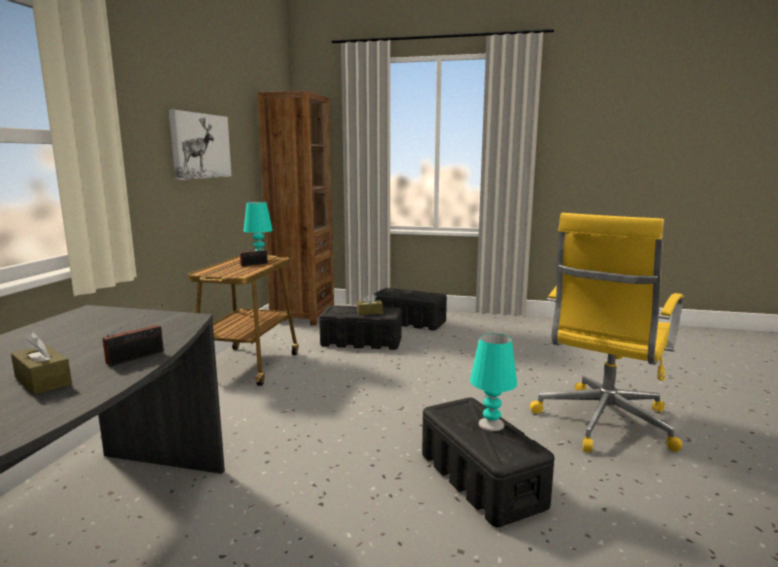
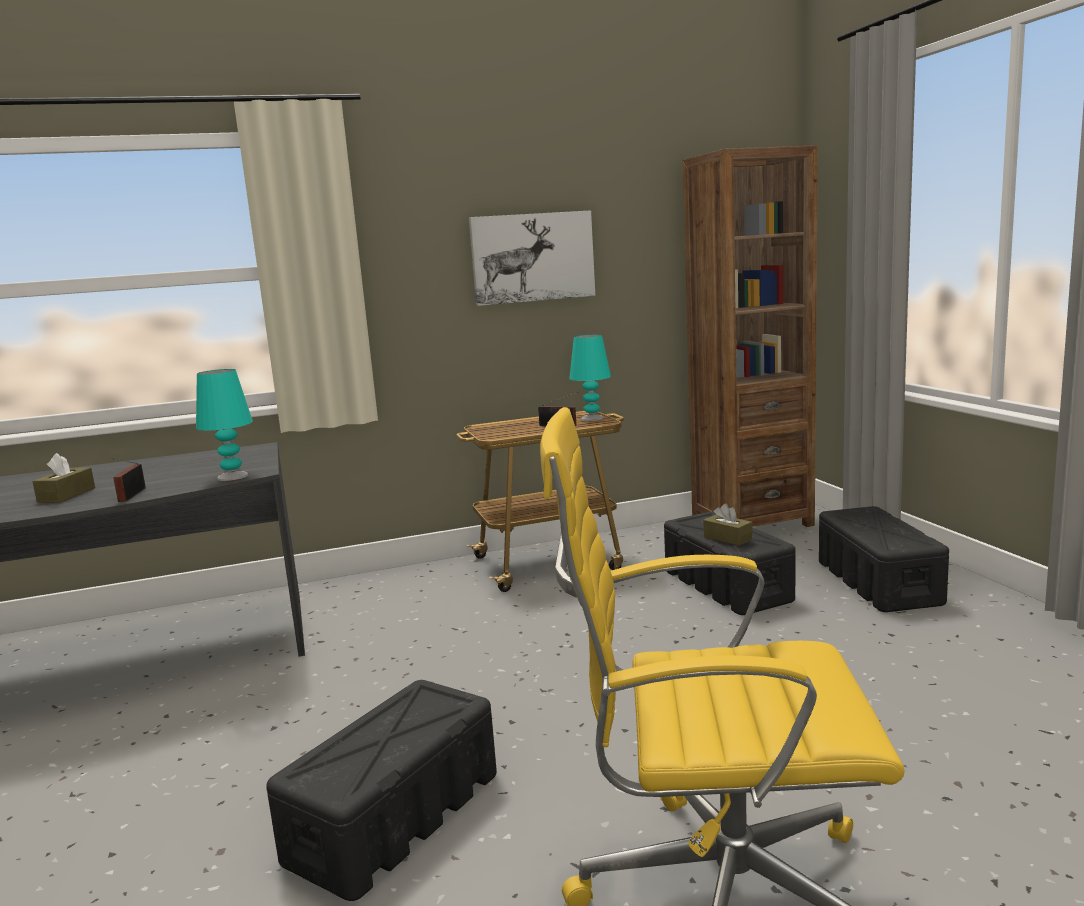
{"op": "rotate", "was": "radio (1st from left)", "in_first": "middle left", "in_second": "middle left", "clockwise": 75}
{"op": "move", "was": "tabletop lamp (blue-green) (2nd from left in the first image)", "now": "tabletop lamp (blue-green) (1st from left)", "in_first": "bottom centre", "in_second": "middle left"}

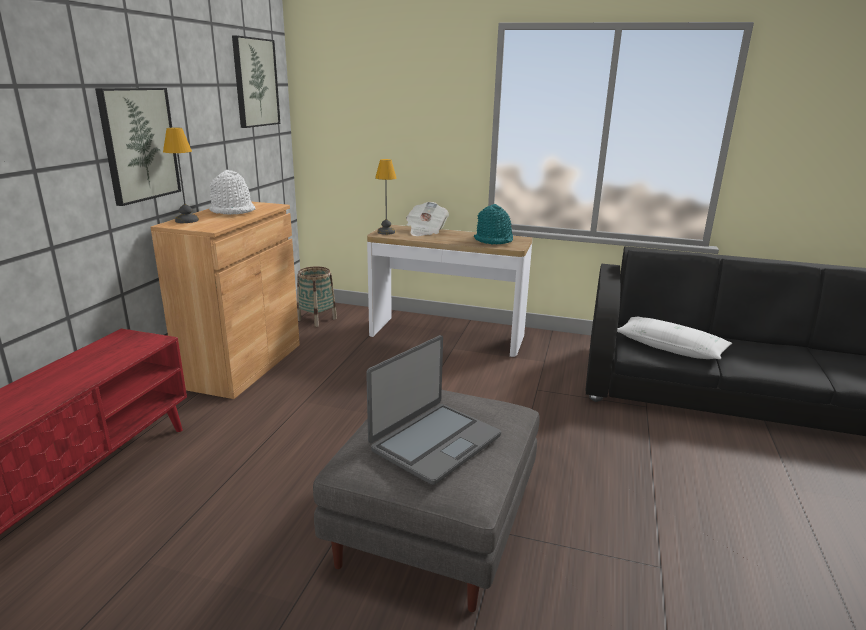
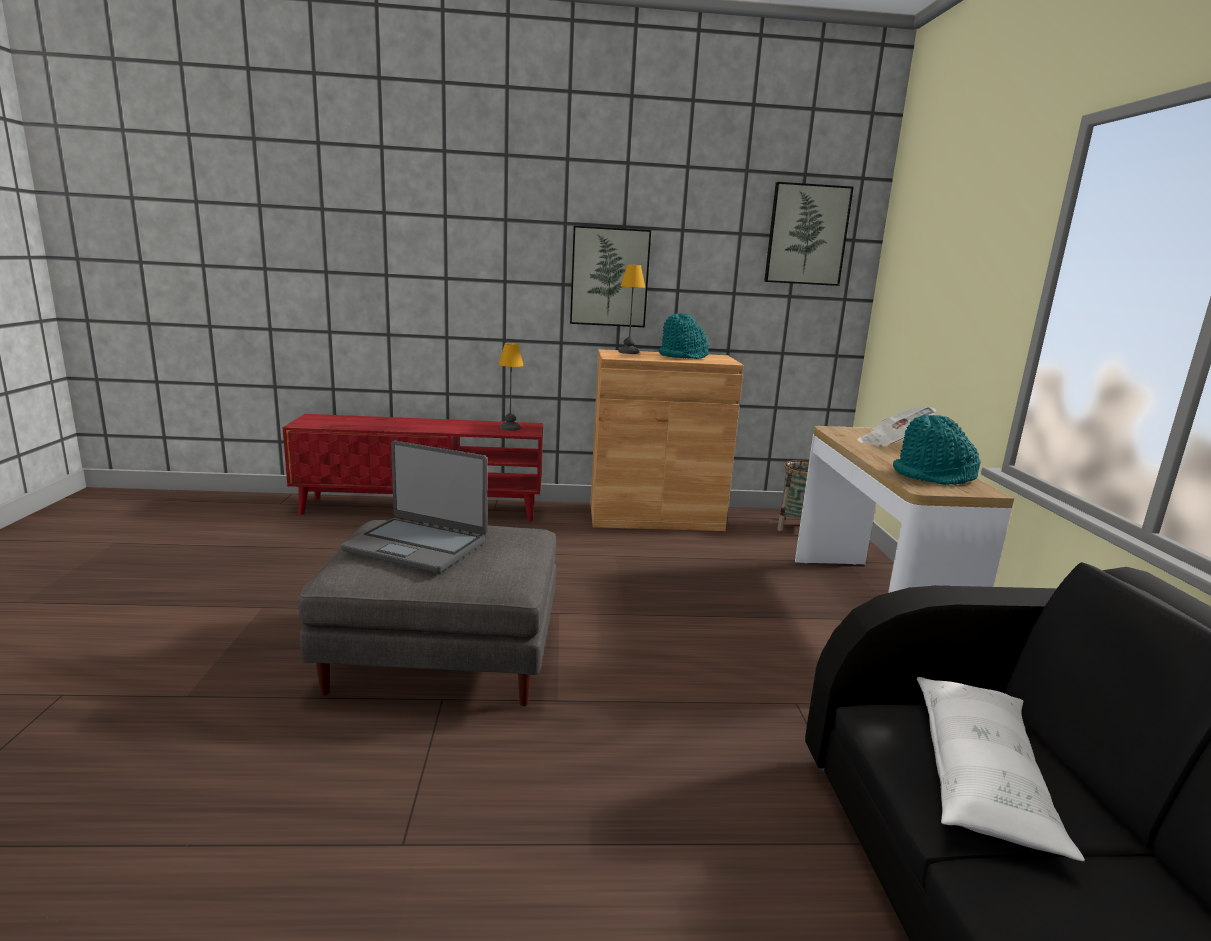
{"op": "move", "was": "tabletop lamp (2nd from left in the first image)", "now": "tabletop lamp (1st from left)", "in_first": "top centre", "in_second": "centre"}
{"op": "recolor", "was": "hat (white-coloured)", "now": "hat (blue-green) (1st from left)", "in_first": "top left", "in_second": "centre"}

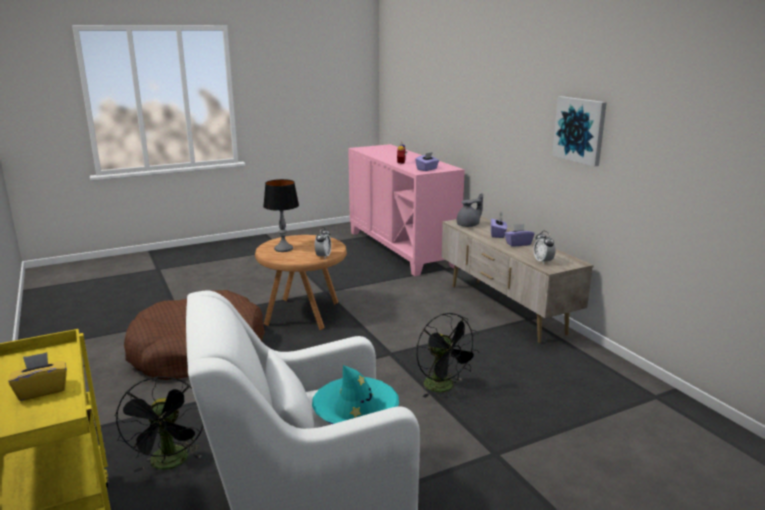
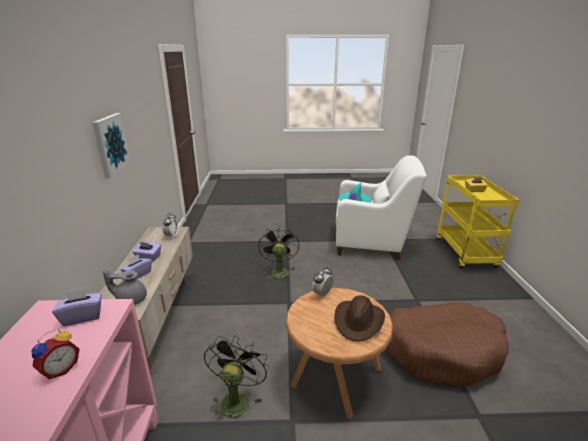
{"op": "move", "was": "cooling fan (black-coloured) (1st from left)", "in_first": "bottom left", "in_second": "bottom centre"}
{"op": "replace", "was": "tabletop lamp", "now": "hat (brown-coloured)", "in_first": "centre", "in_second": "bottom centre"}

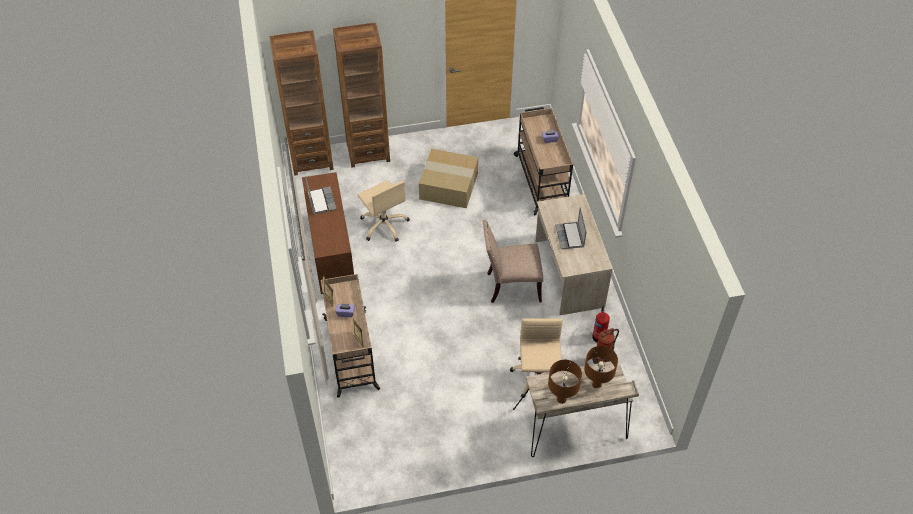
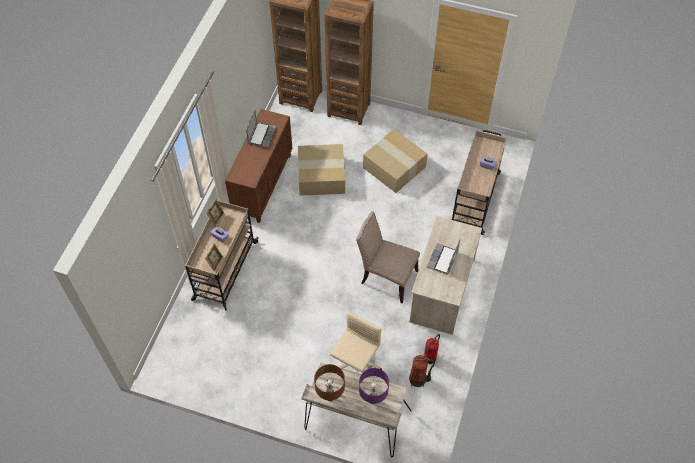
{"op": "replace", "was": "desk chair (beige) (1st from left)", "now": "carton (1st from left)", "in_first": "centre", "in_second": "centre"}
{"op": "recolor", "was": "tabletop lamp (brown-coloured) (2nd from left)", "now": "tabletop lamp (purple-coloured)", "in_first": "bottom centre", "in_second": "bottom centre"}

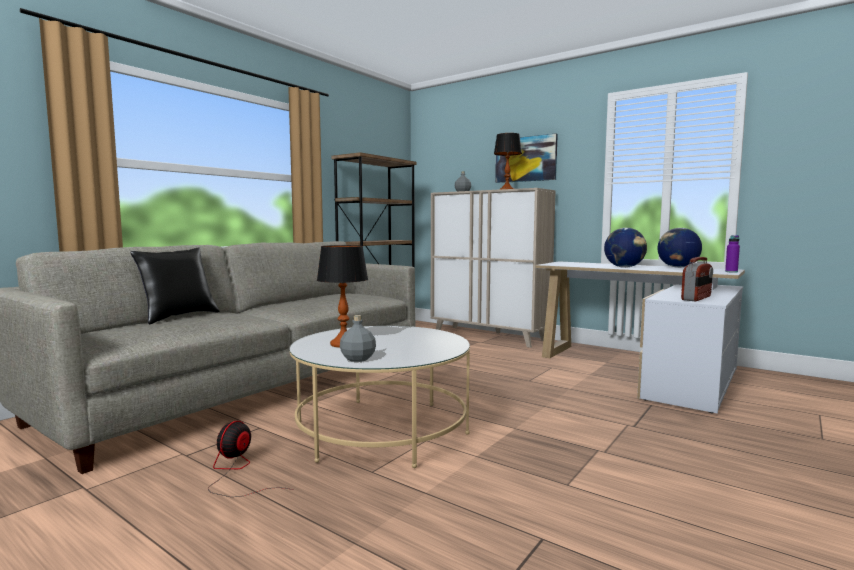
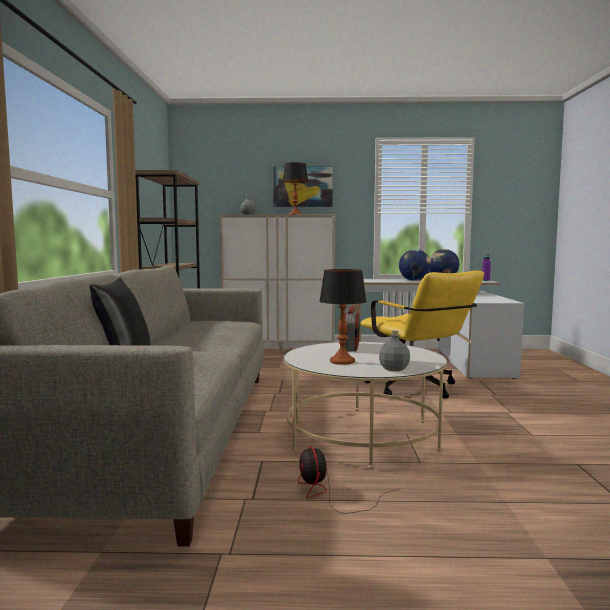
{"op": "move", "was": "radio", "in_first": "middle right", "in_second": "centre"}
{"op": "insert", "now": "desk chair (yellow-coloured)", "in_second": "middle right"}

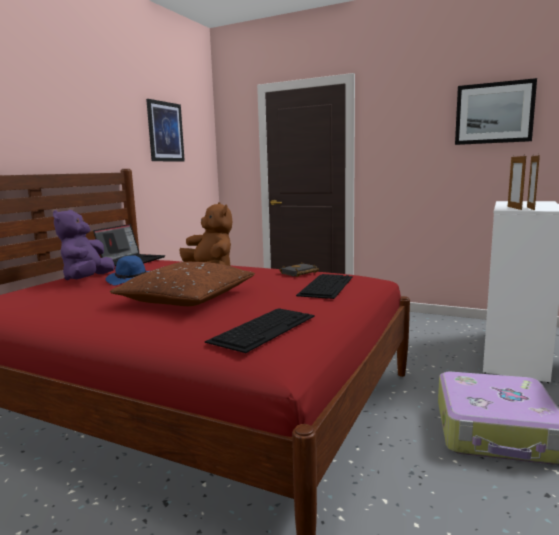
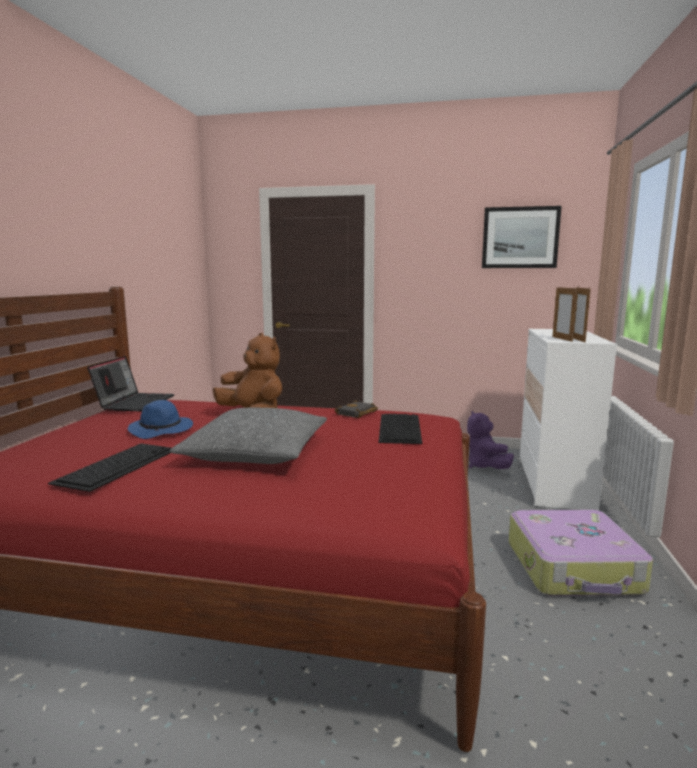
{"op": "move", "was": "computer keyboard (1st from left)", "in_first": "centre", "in_second": "middle left"}
{"op": "recolor", "was": "throw pillow (brown-coloured)", "now": "throw pillow (gray)", "in_first": "middle left", "in_second": "centre"}
{"op": "move", "was": "cuddly toy (purple-coloured)", "in_first": "middle left", "in_second": "middle right"}
{"op": "delete", "was": "picture (1st from left)", "in_first": "top left"}

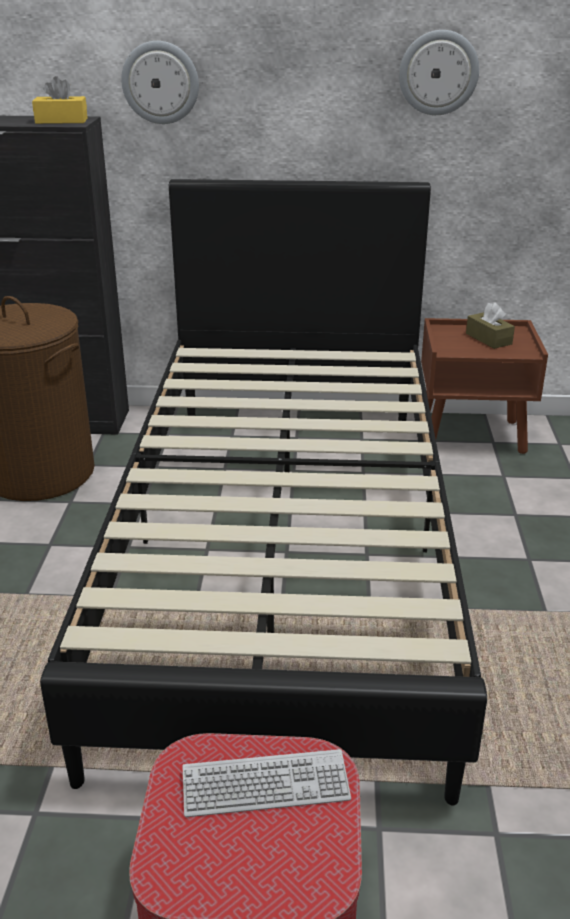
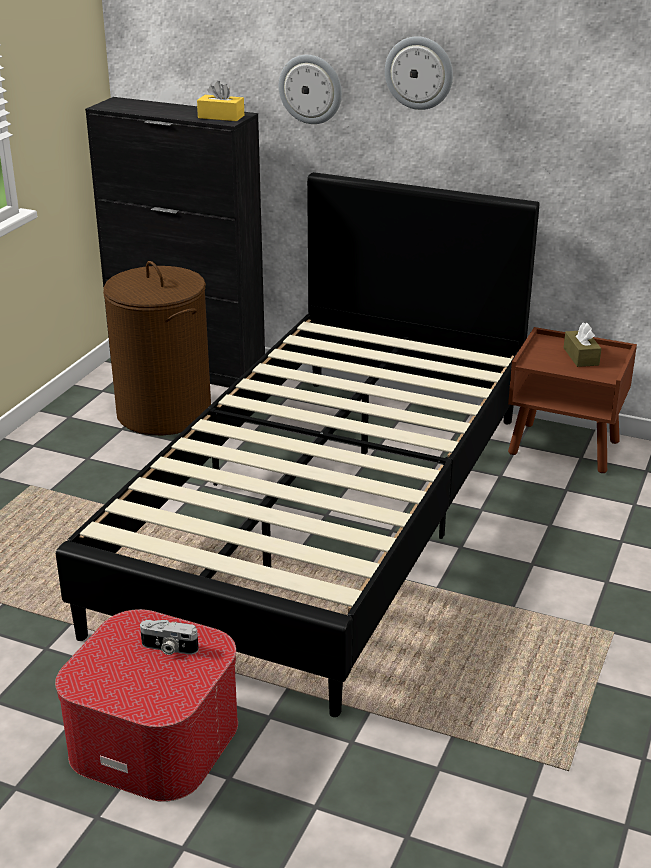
{"op": "replace", "was": "computer keyboard", "now": "photo camera", "in_first": "bottom centre", "in_second": "bottom left"}
{"op": "move", "was": "wall clock (2nd from left)", "in_first": "top right", "in_second": "top centre"}

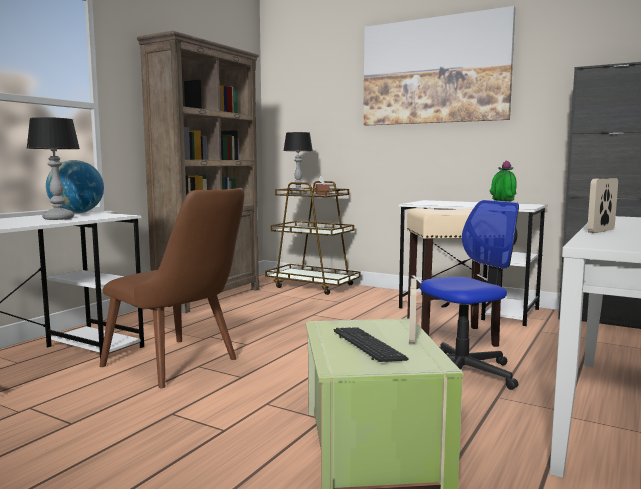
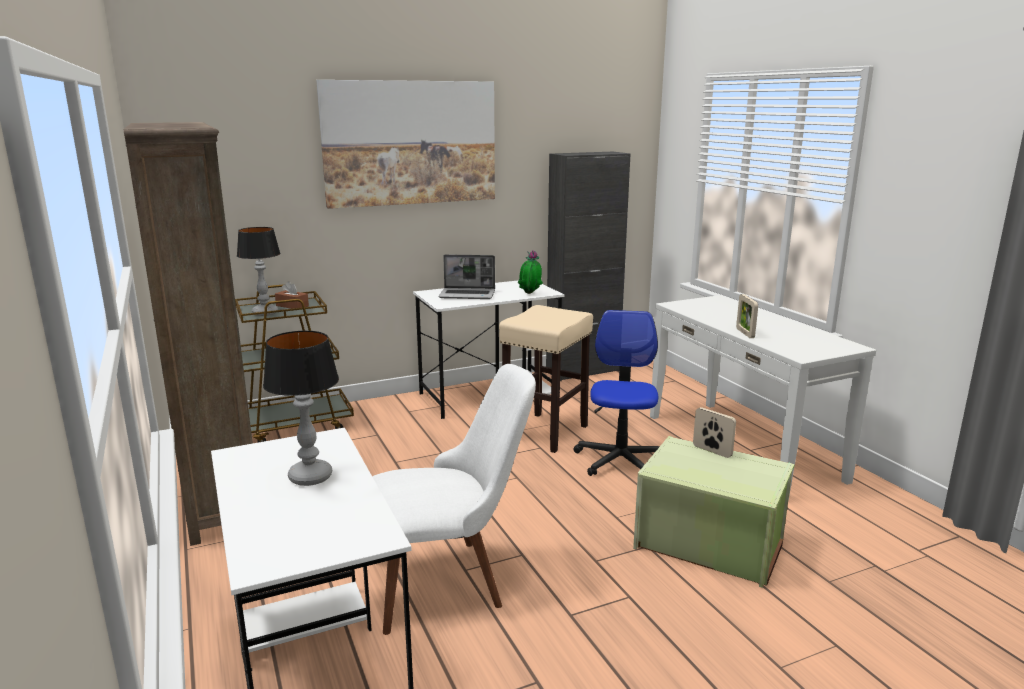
{"op": "recolor", "was": "plain chair (brown-coloured)", "now": "plain chair (white-coloured)", "in_first": "middle left", "in_second": "bottom centre"}
{"op": "insert", "now": "laptop", "in_second": "centre"}
{"op": "delete", "was": "globe", "in_first": "middle left"}
{"op": "delete", "was": "computer keyboard", "in_first": "bottom centre"}

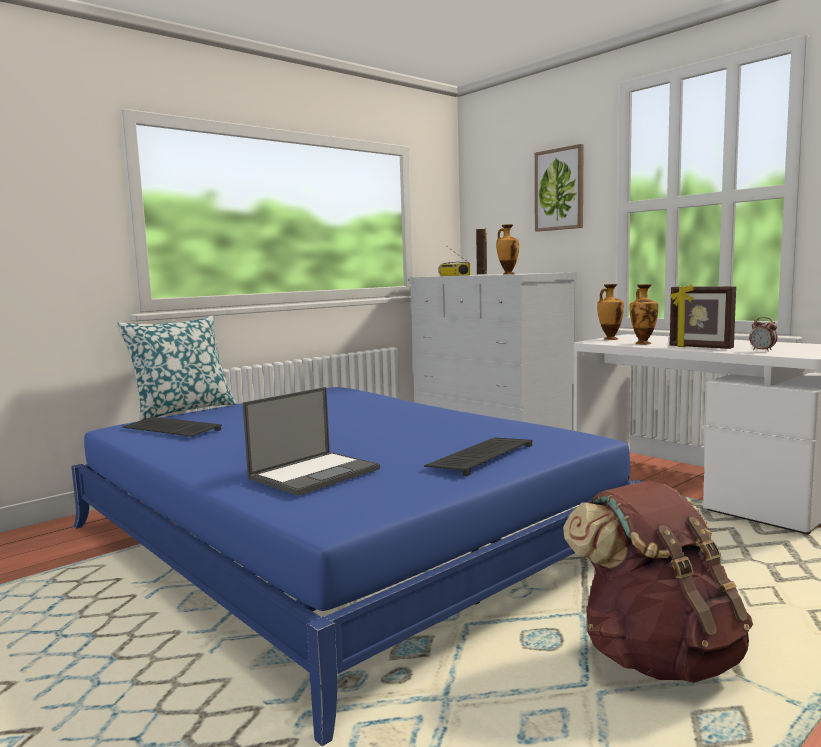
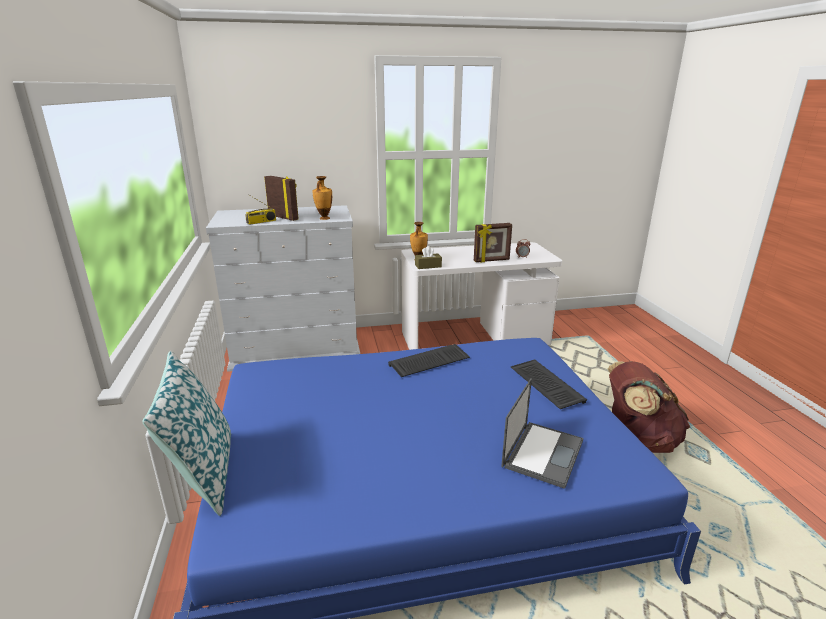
{"op": "move", "was": "computer keyboard (1st from left)", "in_first": "middle left", "in_second": "centre"}
{"op": "insert", "now": "tissue box (brown-coloured)", "in_second": "centre"}
{"op": "rotate", "was": "laptop", "in_first": "centre", "in_second": "bottom centre", "clockwise": 45}
{"op": "delete", "was": "picture", "in_first": "top right"}
{"op": "delete", "was": "vase (3rd from left)", "in_first": "middle right"}

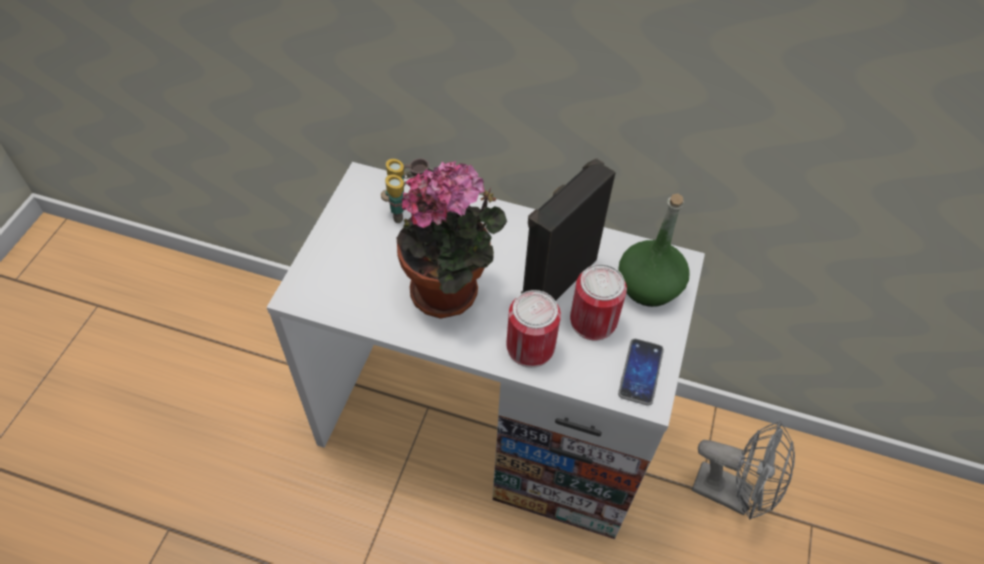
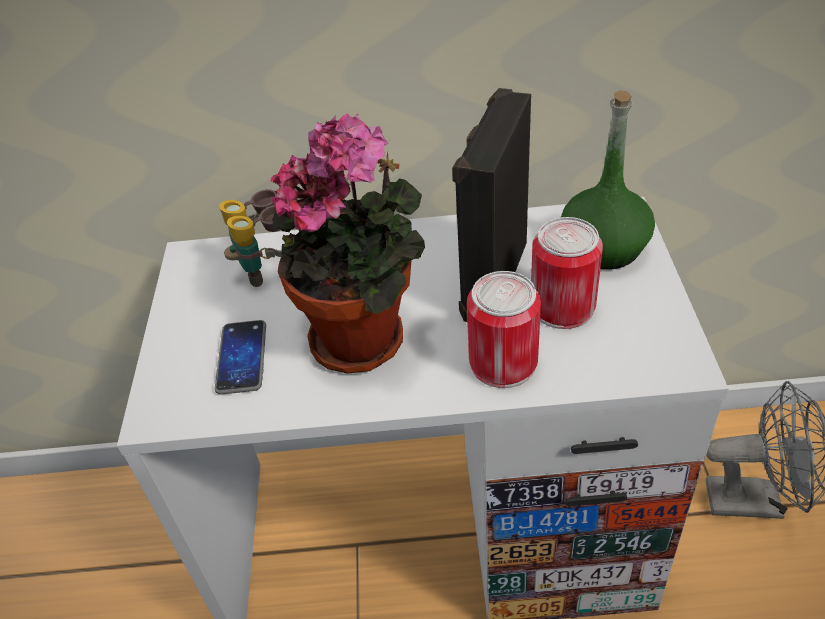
{"op": "move", "was": "telephone", "in_first": "centre", "in_second": "middle left"}

